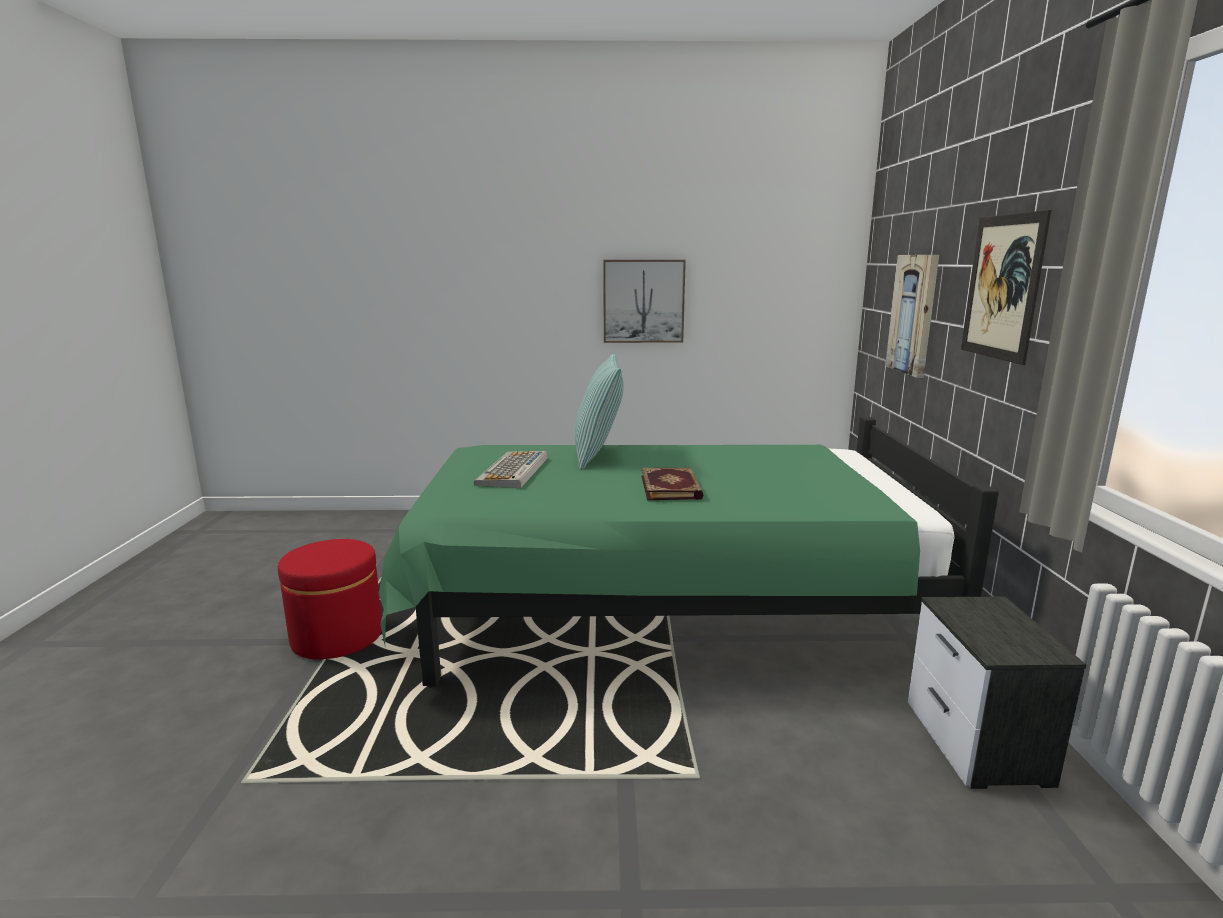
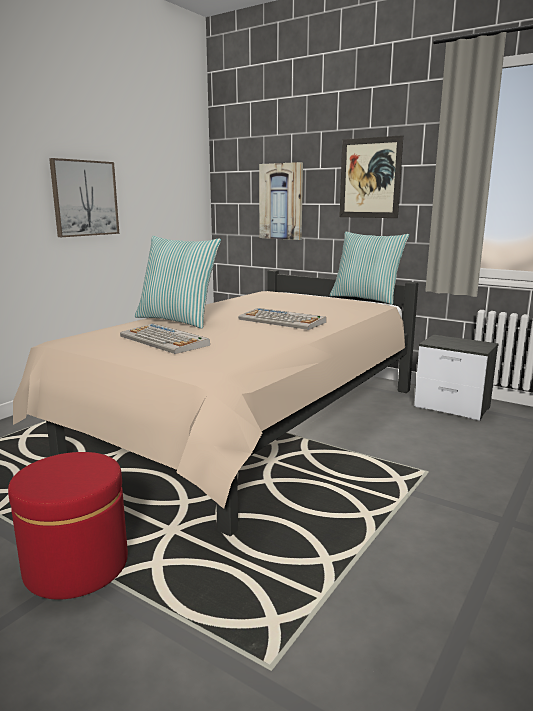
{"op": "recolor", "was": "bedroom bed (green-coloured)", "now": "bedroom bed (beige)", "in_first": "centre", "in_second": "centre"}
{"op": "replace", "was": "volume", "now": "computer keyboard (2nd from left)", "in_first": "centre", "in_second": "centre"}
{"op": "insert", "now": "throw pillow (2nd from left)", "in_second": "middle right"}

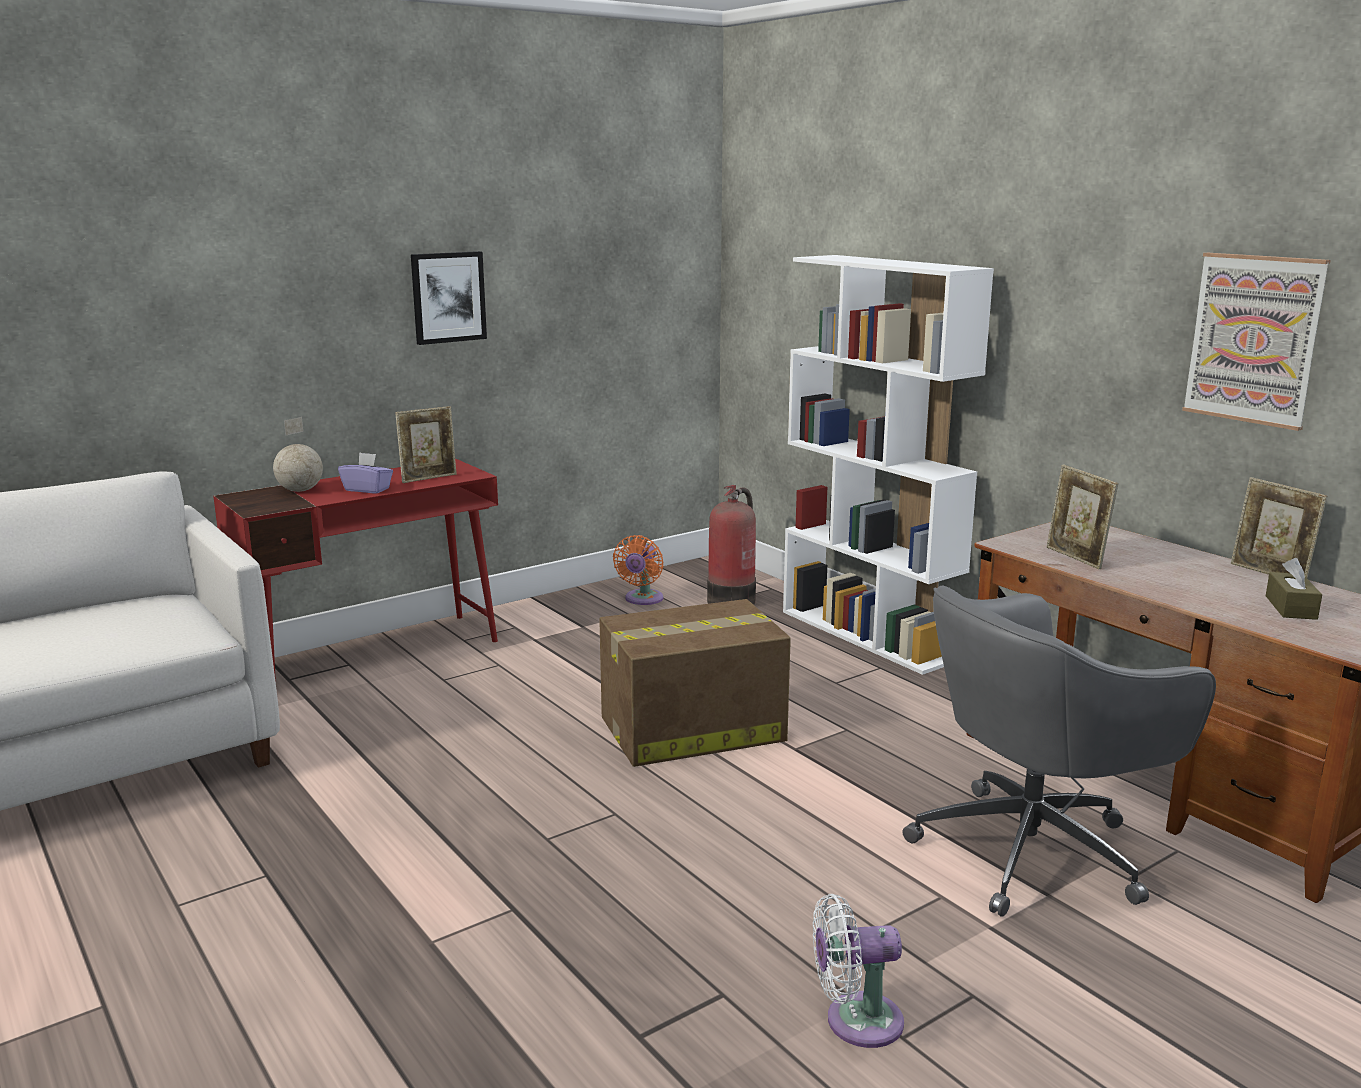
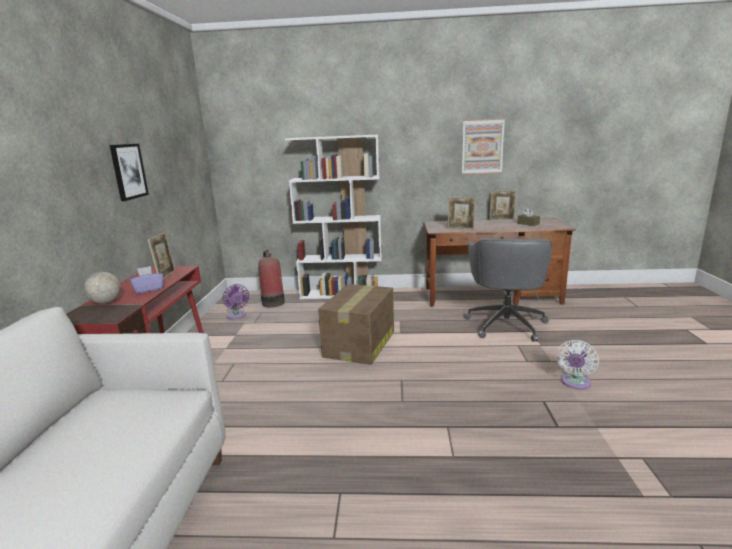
{"op": "recolor", "was": "cooling fan (orange)", "now": "cooling fan (purple-coloured)", "in_first": "centre", "in_second": "middle left"}

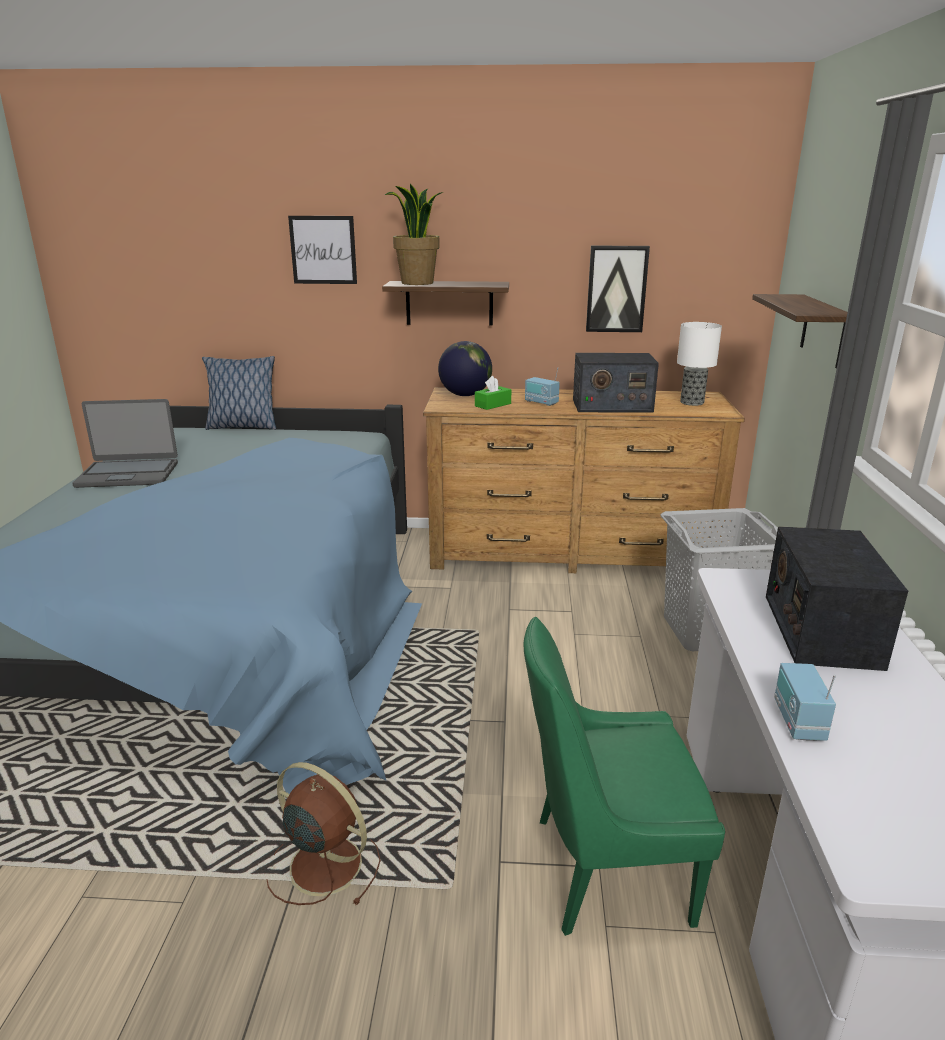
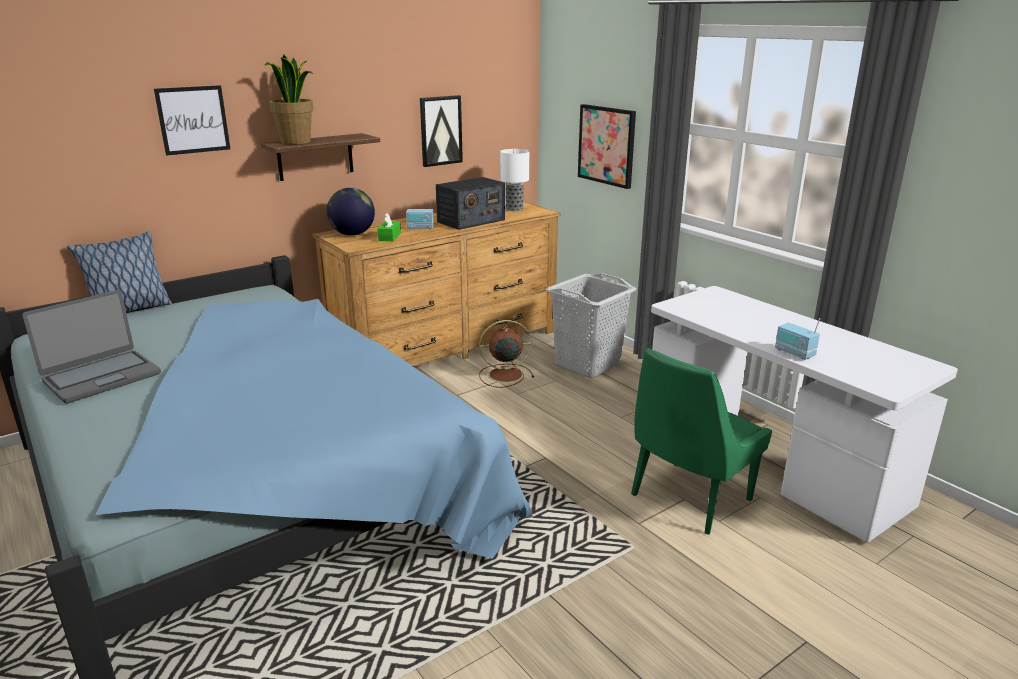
{"op": "move", "was": "cooling fan (brown-coloured)", "in_first": "bottom centre", "in_second": "centre"}
{"op": "replace", "was": "wall shelf (2nd from left)", "now": "picture (3rd from left)", "in_first": "top right", "in_second": "top centre"}
{"op": "delete", "was": "radio (4th from left)", "in_first": "middle right"}

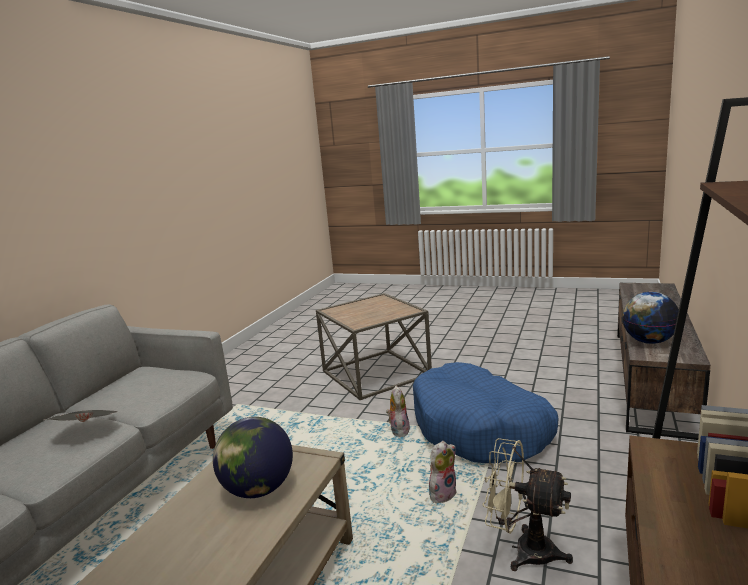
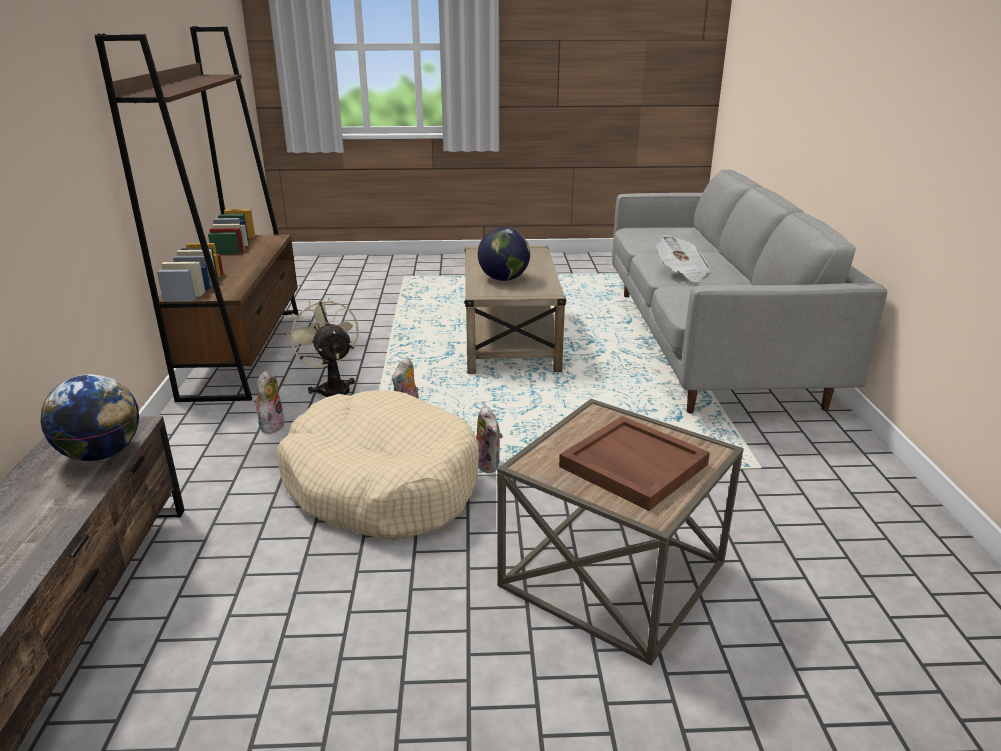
{"op": "insert", "now": "cuddly toy (1st from left)", "in_second": "middle left"}
{"op": "recolor", "was": "dog cushion (blue)", "now": "dog cushion (beige)", "in_first": "bottom centre", "in_second": "centre"}
{"op": "rotate", "was": "cooling fan (beige)", "in_first": "bottom right", "in_second": "middle left", "clockwise": -120}
{"op": "insert", "now": "tray (brown-coloured)", "in_second": "centre"}

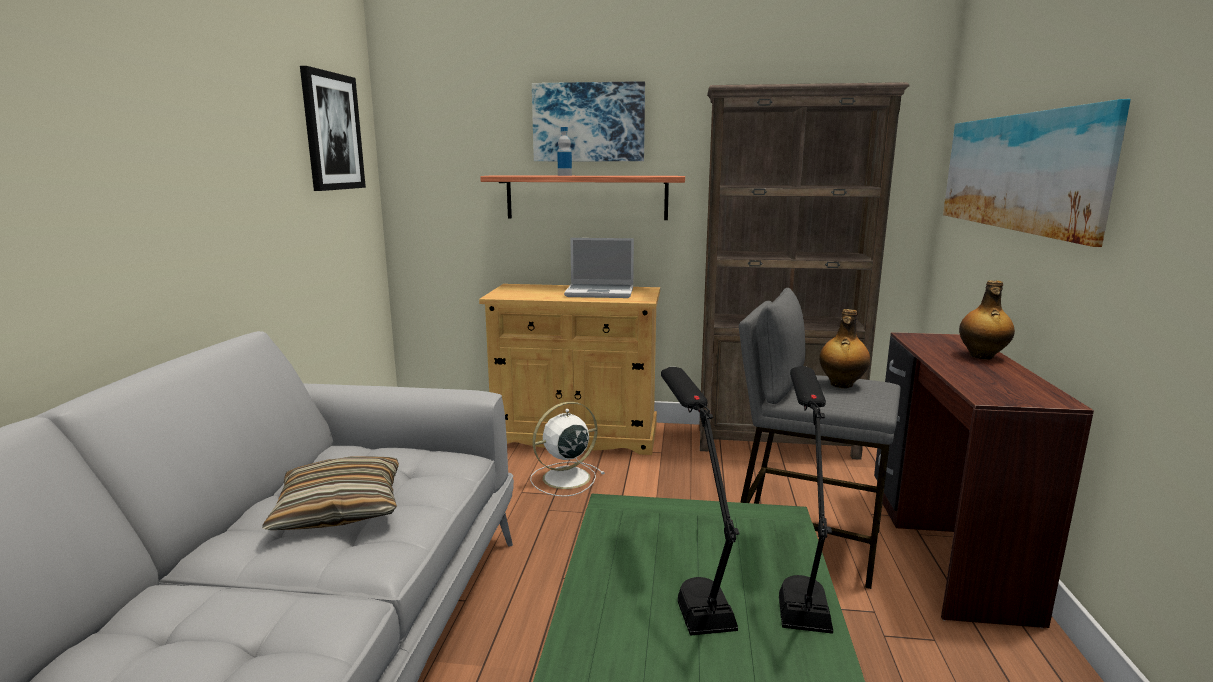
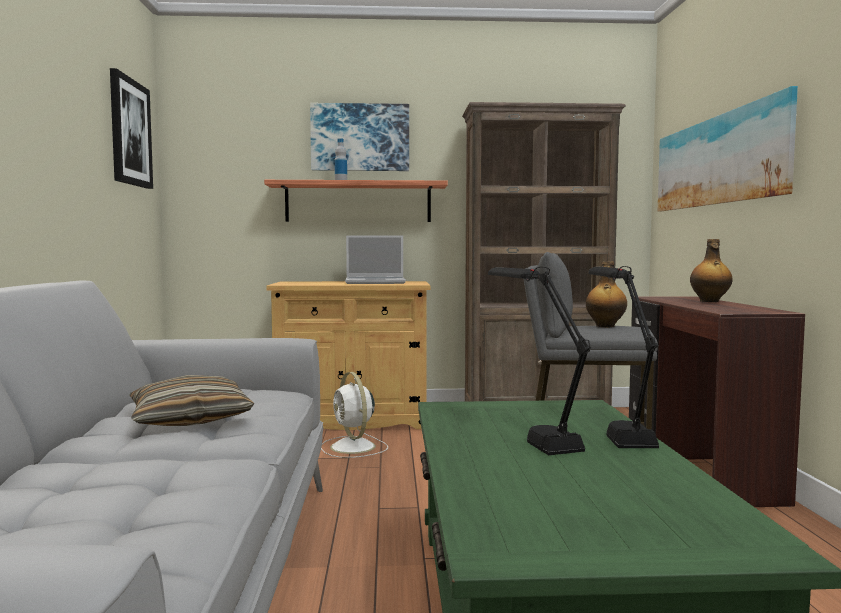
{"op": "rotate", "was": "cooling fan (white-coloured)", "in_first": "centre", "in_second": "bottom centre", "clockwise": -75}

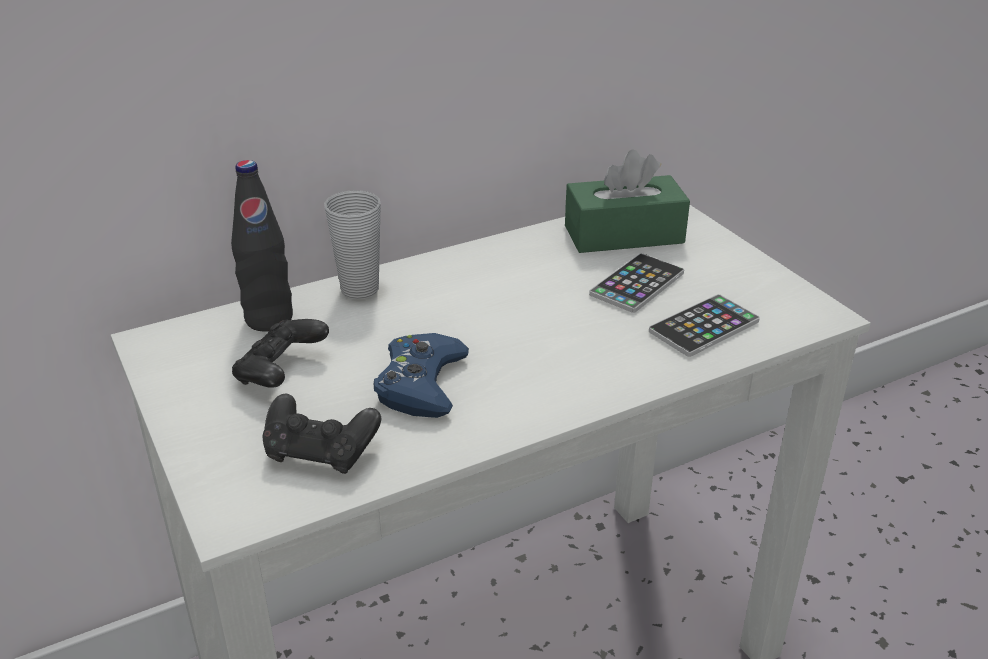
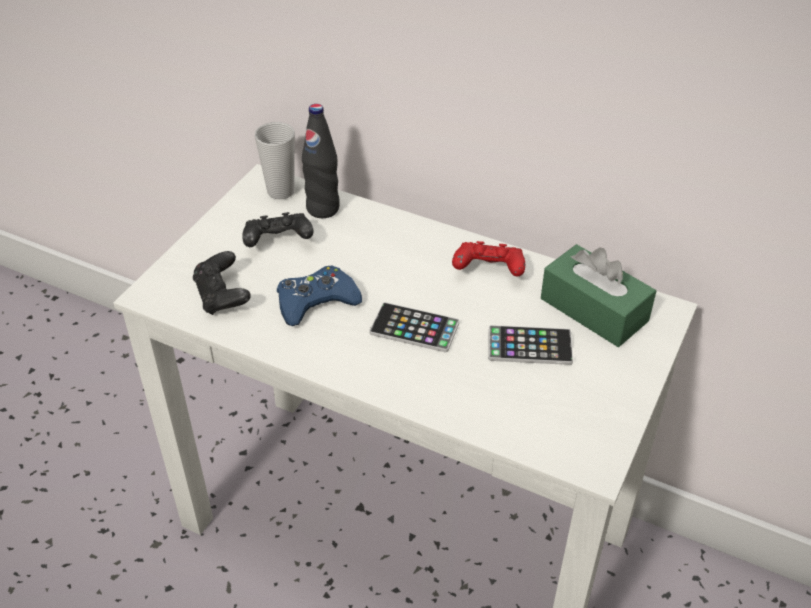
{"op": "move", "was": "small cup", "in_first": "centre", "in_second": "top centre"}
{"op": "move", "was": "telephone (2nd from left in the first image)", "now": "telephone (1st from left)", "in_first": "middle right", "in_second": "centre"}
{"op": "insert", "now": "gamepad (reddish)", "in_second": "centre"}

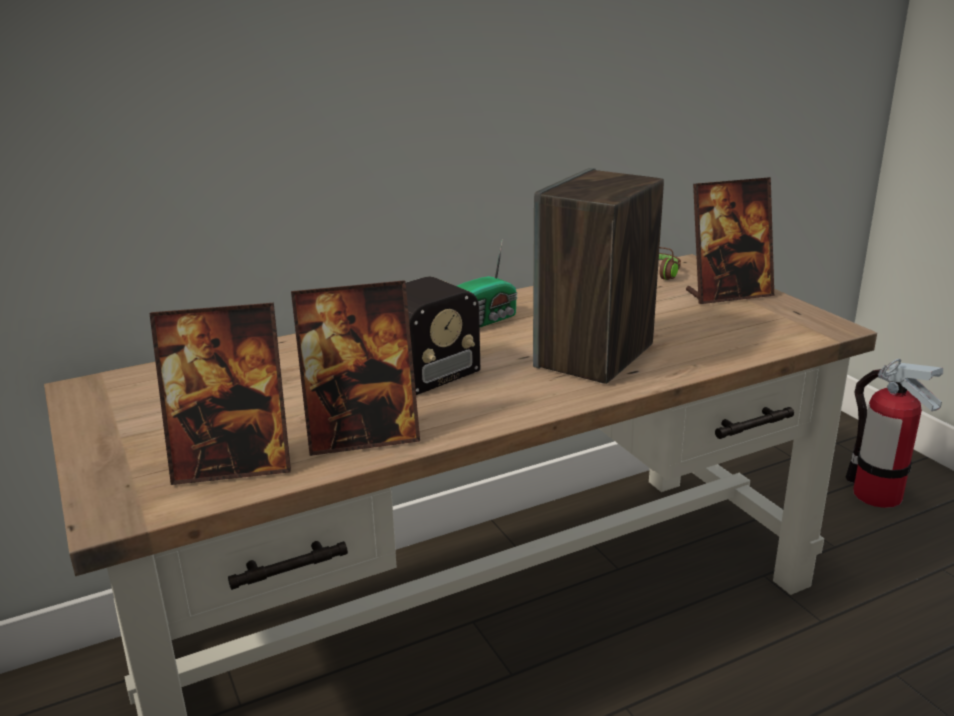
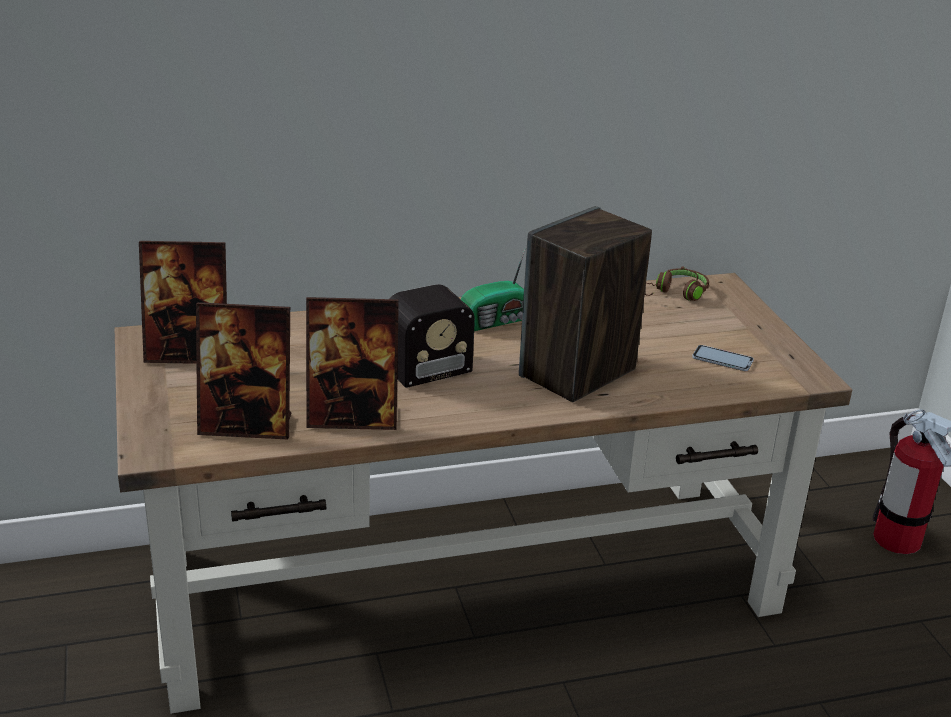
{"op": "move", "was": "picture frame (3rd from left in the first image)", "now": "picture frame (1st from left)", "in_first": "middle right", "in_second": "middle left"}
{"op": "insert", "now": "telephone", "in_second": "middle right"}

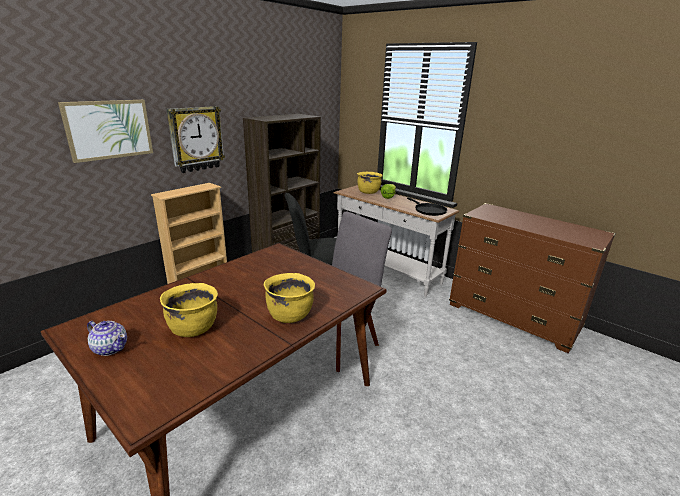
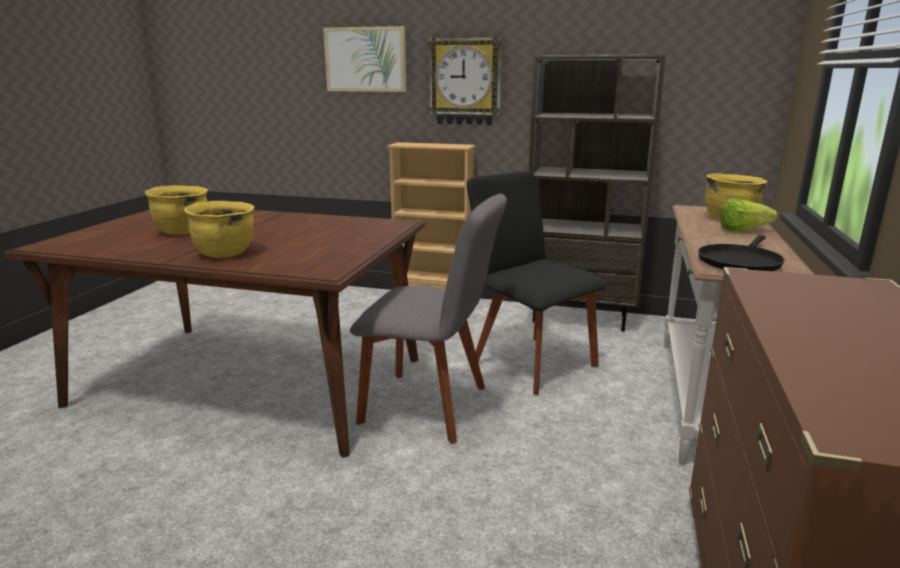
{"op": "delete", "was": "teapot", "in_first": "bottom left"}

